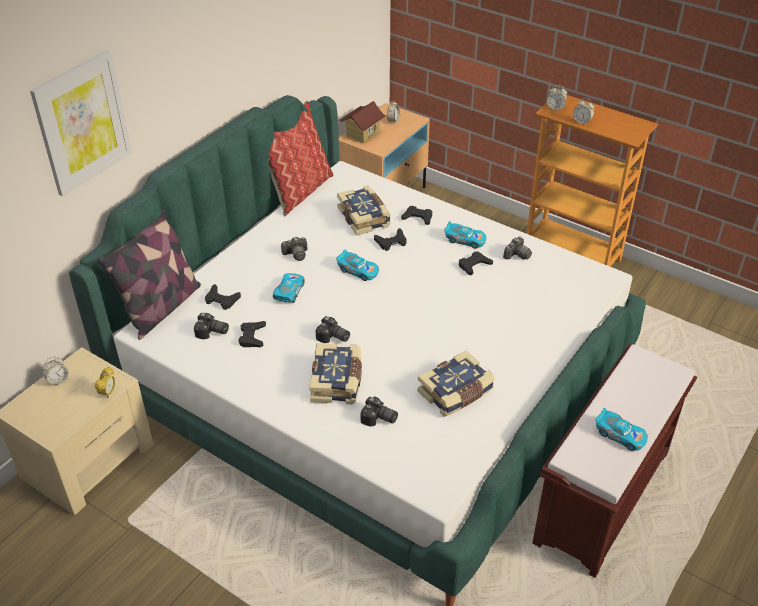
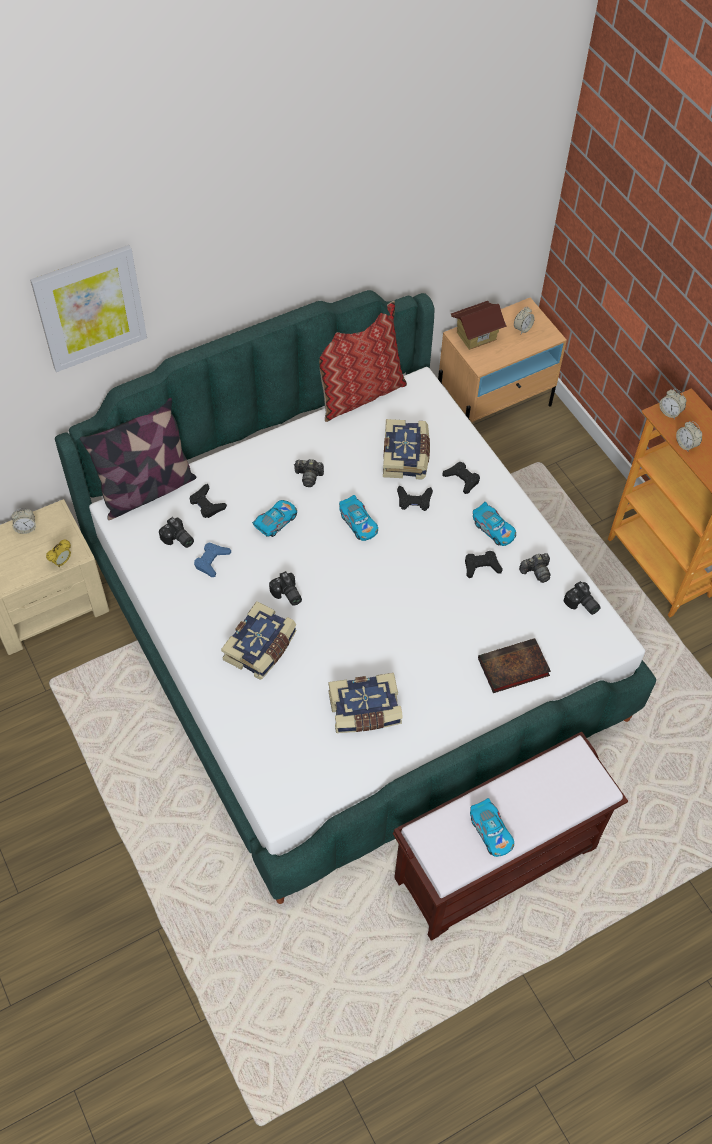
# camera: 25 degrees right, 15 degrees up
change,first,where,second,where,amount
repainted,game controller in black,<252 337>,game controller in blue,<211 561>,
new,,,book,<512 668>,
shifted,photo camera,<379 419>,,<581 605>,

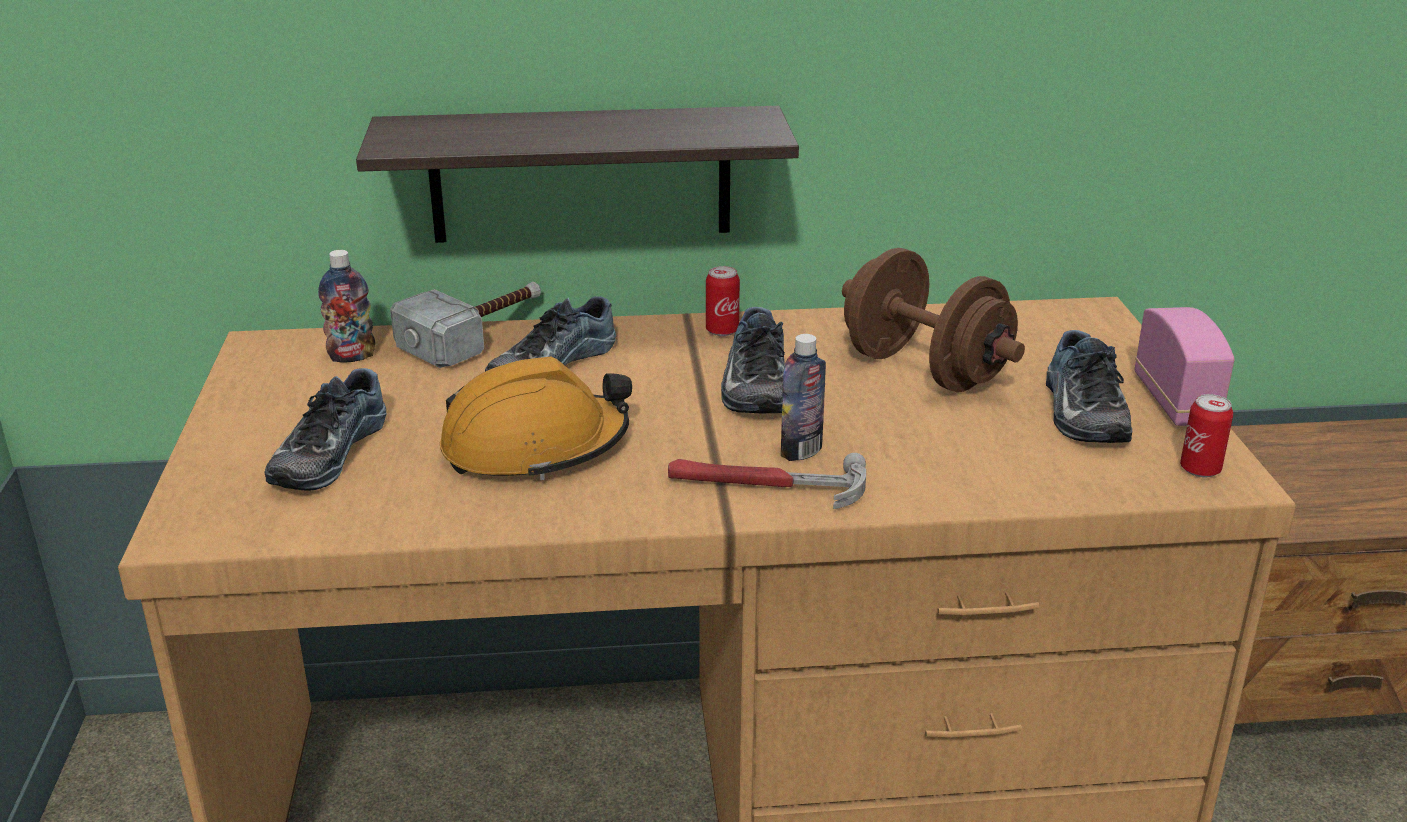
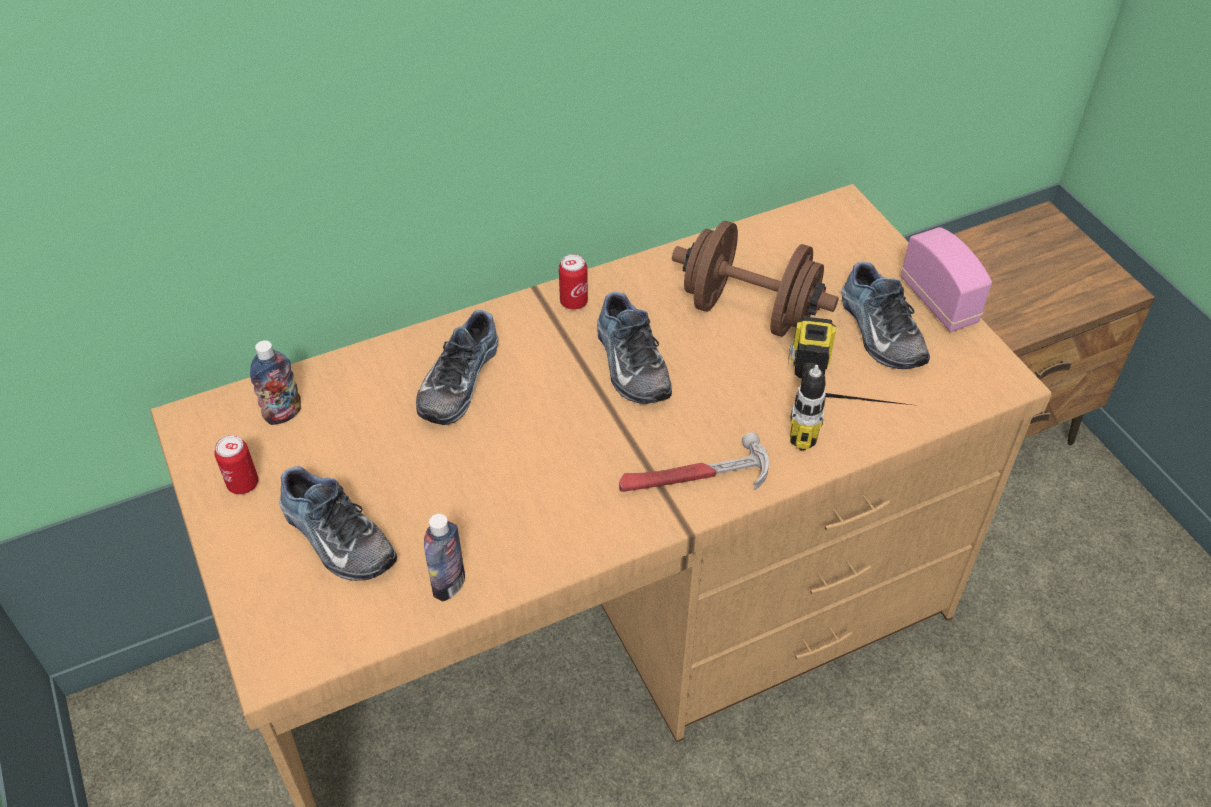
# camera: 20 degrees left, 20 degrees up
change,first,where,second,where,amount
shifted,can,<1200 469>,,<243 484>,
rotated,shoe,<326 453>,,<334 538>,45 degrees counterclockwise
shifted,bottle,<801 451>,,<449 585>,
new,,,power drill,<847 412>,
gone,shelf,<581 174>,,,
gone,hammer,<478 335>,,,
gone,hard hat in orange,<535 447>,,,

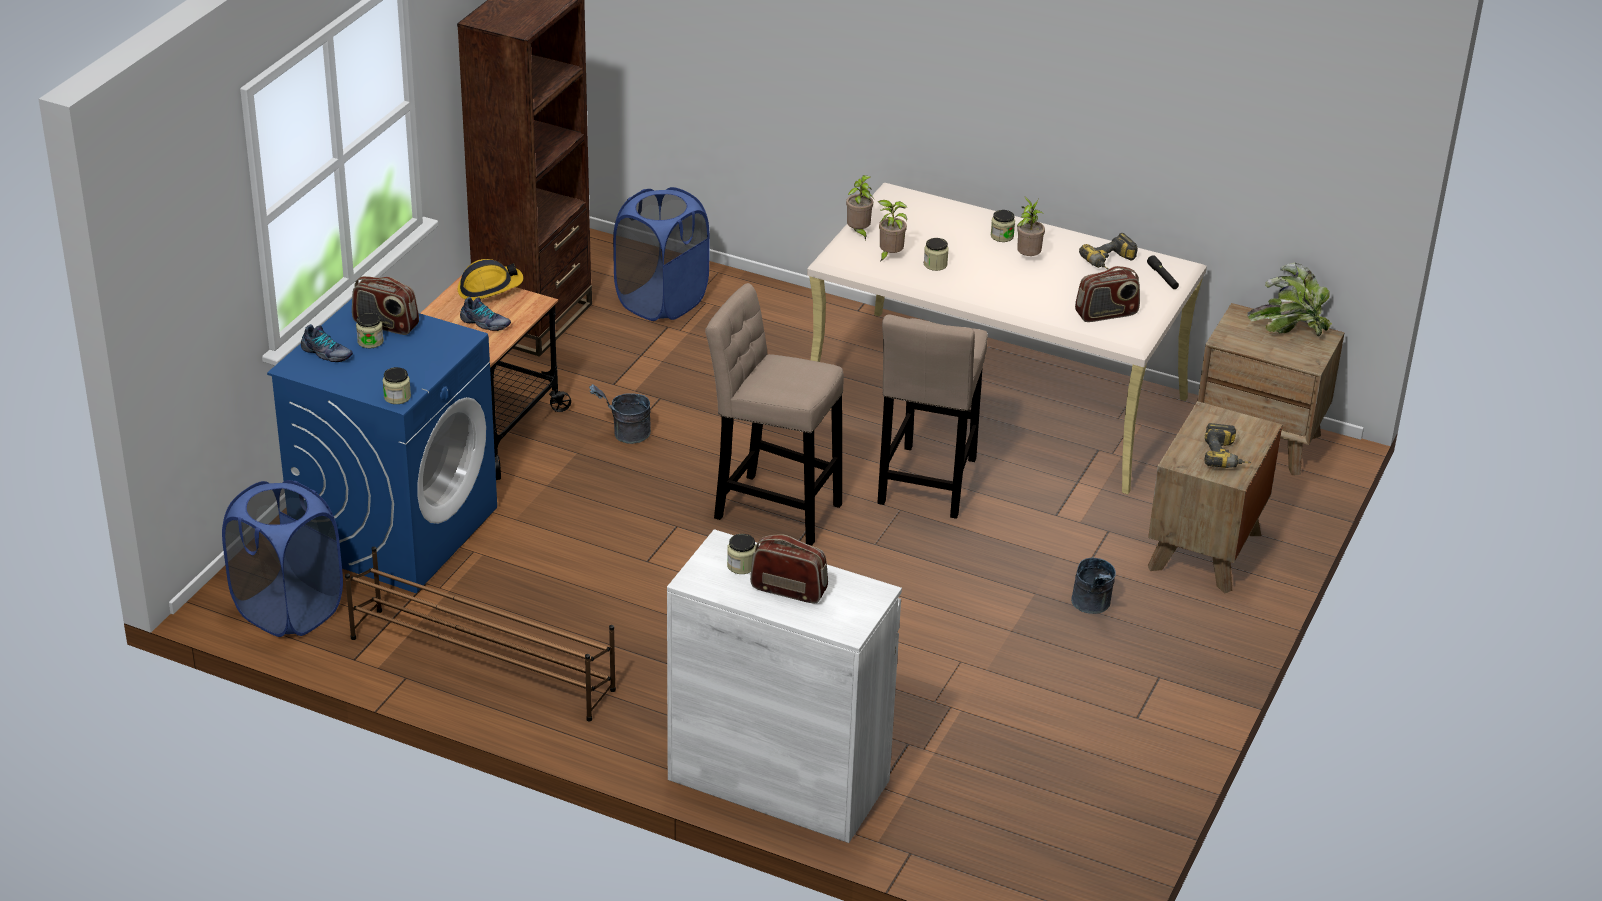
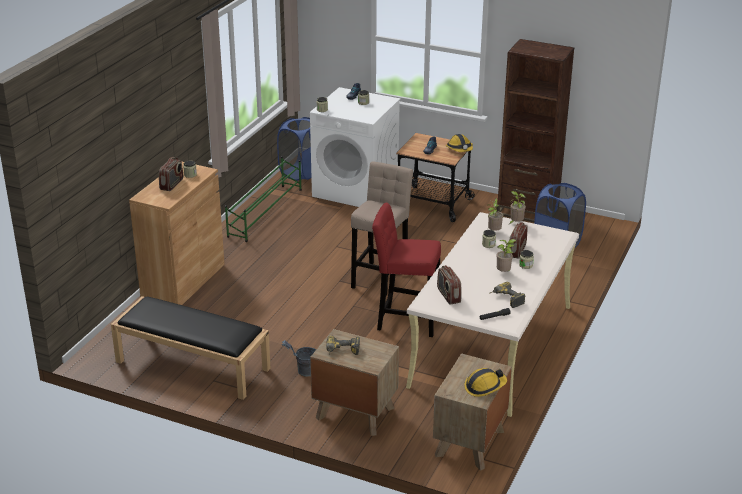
# camera: 90 degrees right, 5 degrees down
change,first,where,second,where,amount
new,,,bench in black,<191 365>,
repainted,cabinet in white,<778 780>,cabinet in brown,<183 280>,
repainted,shoe rack in brown,<481 663>,shoe rack in green,<266 212>,
repainted,washing machine in blue,<395 528>,washing machine in white,<356 189>,
repainted,stool in beige,<926 485>,stool in red,<405 321>,
swapped,potted plant,<1289 329>,hard hat,<484 386>,
shifted,radio,<385 325>,,<517 251>,
gone,bucket in grey,<624 434>,,,

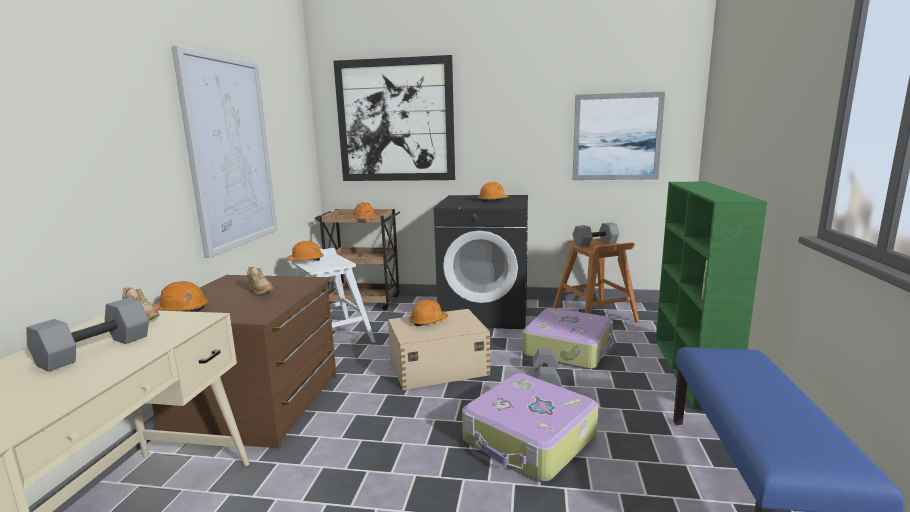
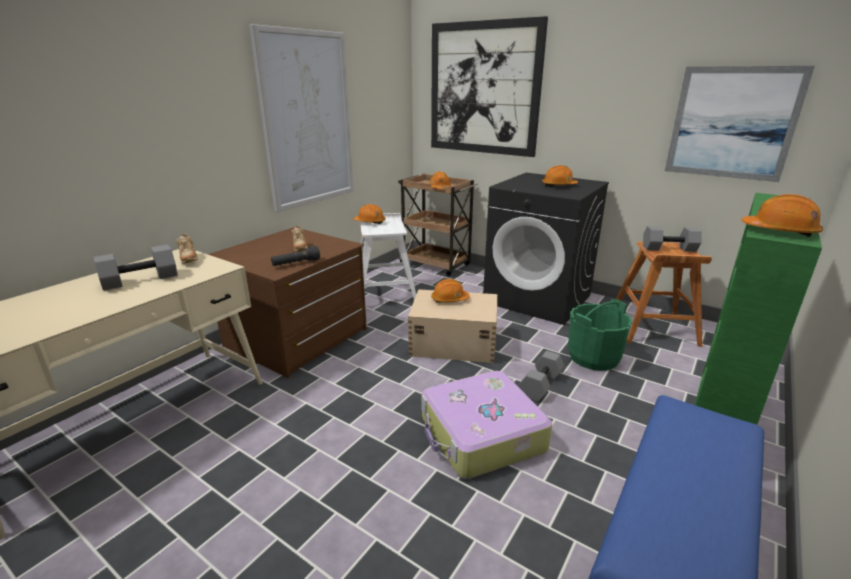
# camera: 25 degrees right, 10 degrees up
change,first,where,second,where,amount
new,,,flashlight in black,<296 263>,
swapped,suitcase,<569 349>,bucket in green,<593 357>,
shifted,hard hat in orange,<182 310>,,<779 231>,

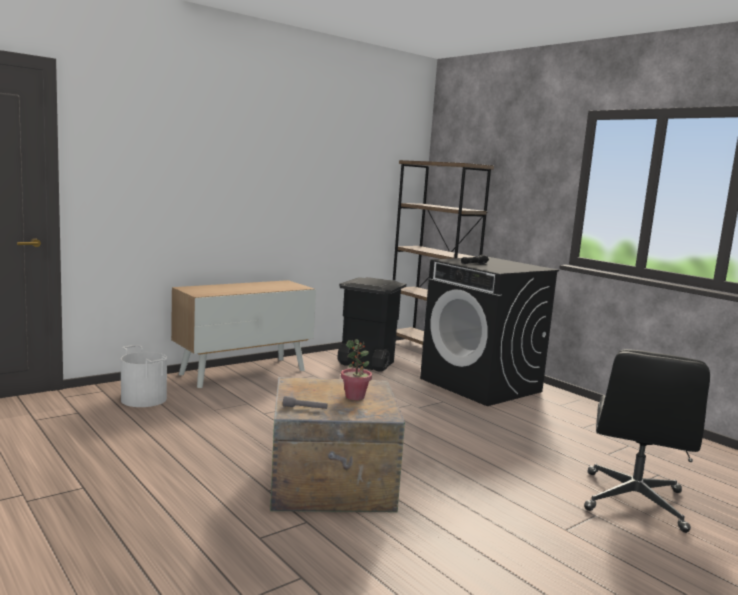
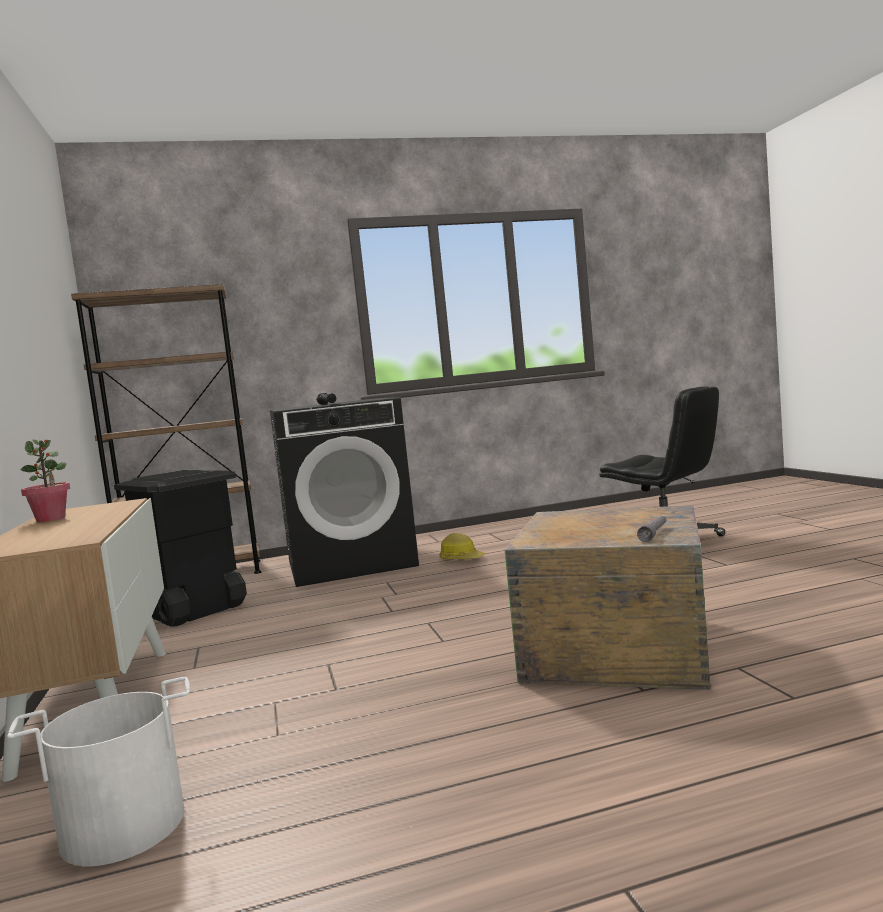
# camera: 65 degrees left, 5 degrees down
change,first,where,second,where,amount
shifted,potted plant,<355 397>,,<51 519>,
new,,,hard hat,<461 559>,

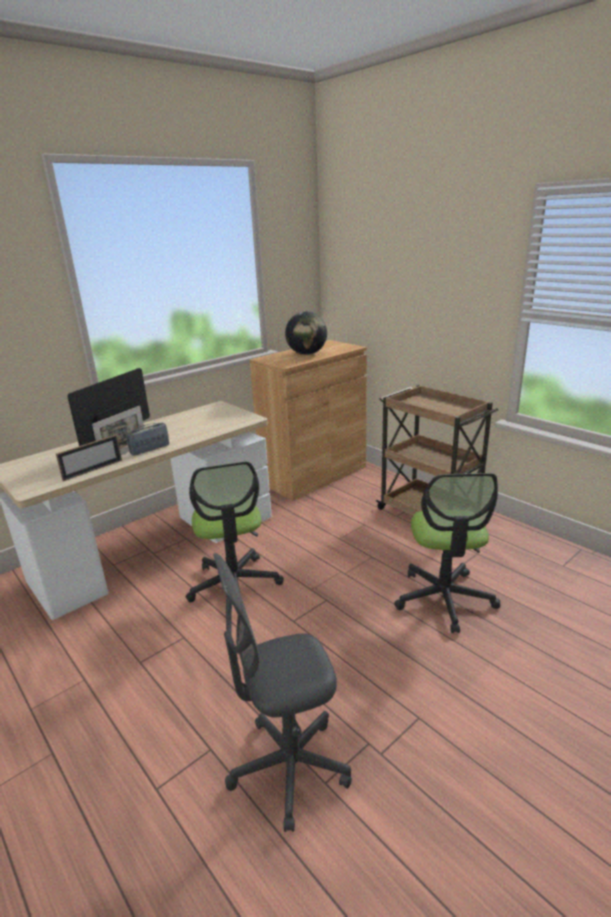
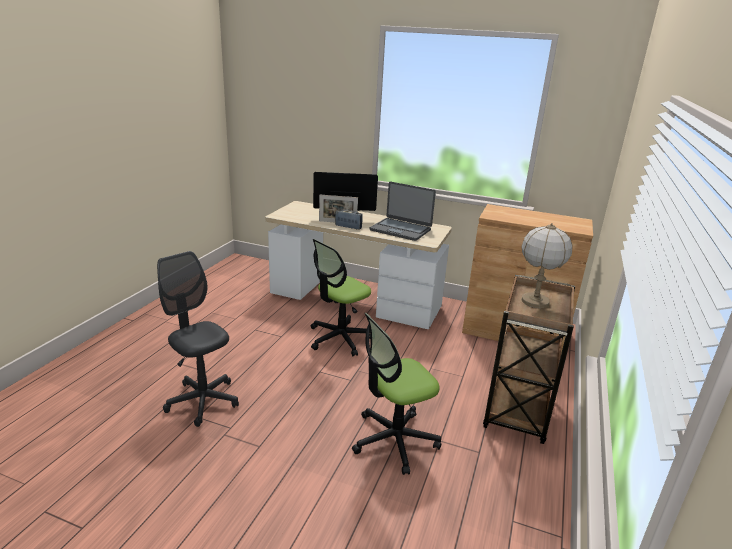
# camera: 60 degrees right, 0 degrees up
change,first,where,second,where,amount
new,,,laptop,<401 230>,
new,,,table lamp,<535 302>,
gone,picture frame,<93 470>,,,
gone,globe,<307 354>,,,

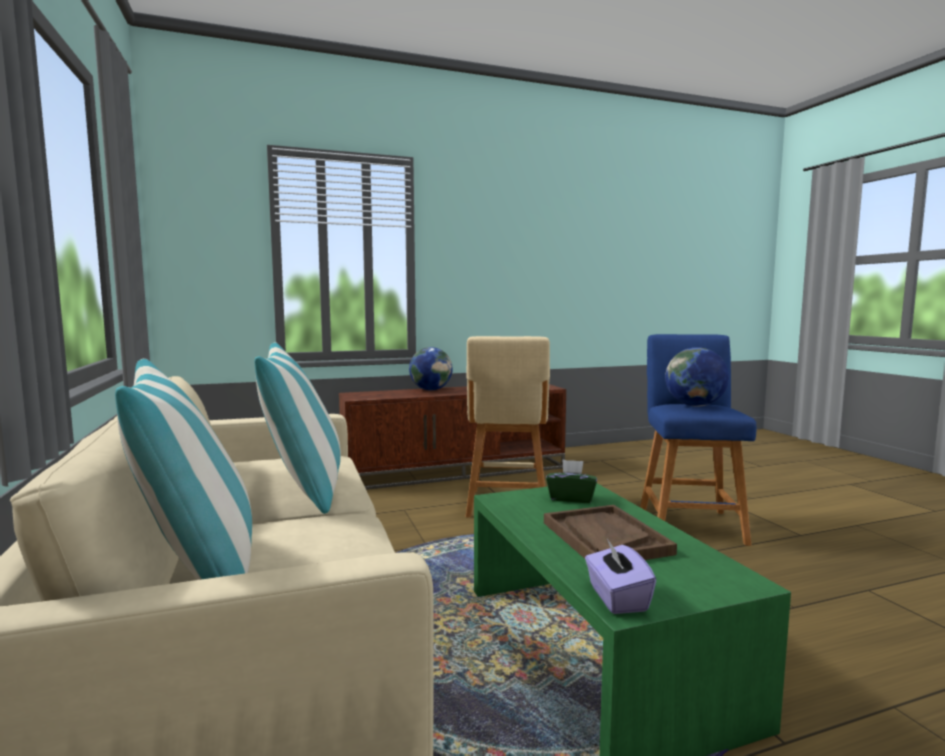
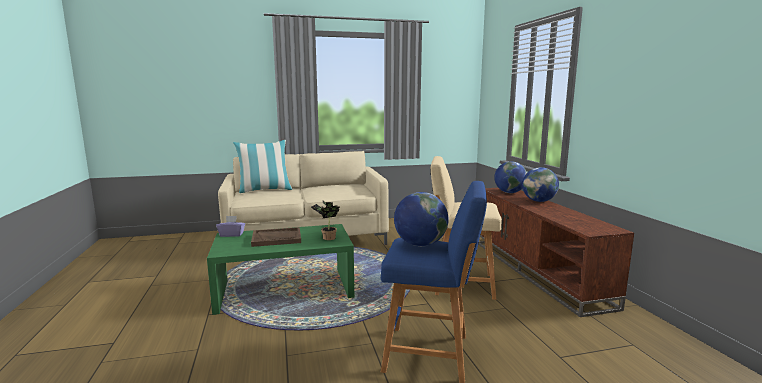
# camera: 95 degrees right, 5 degrees up
change,first,where,second,where,amount
swapped,tissue box in green,<571 498>,potted plant,<327 238>,
new,,,globe,<509 192>,
gone,pillow,<304 491>,,,

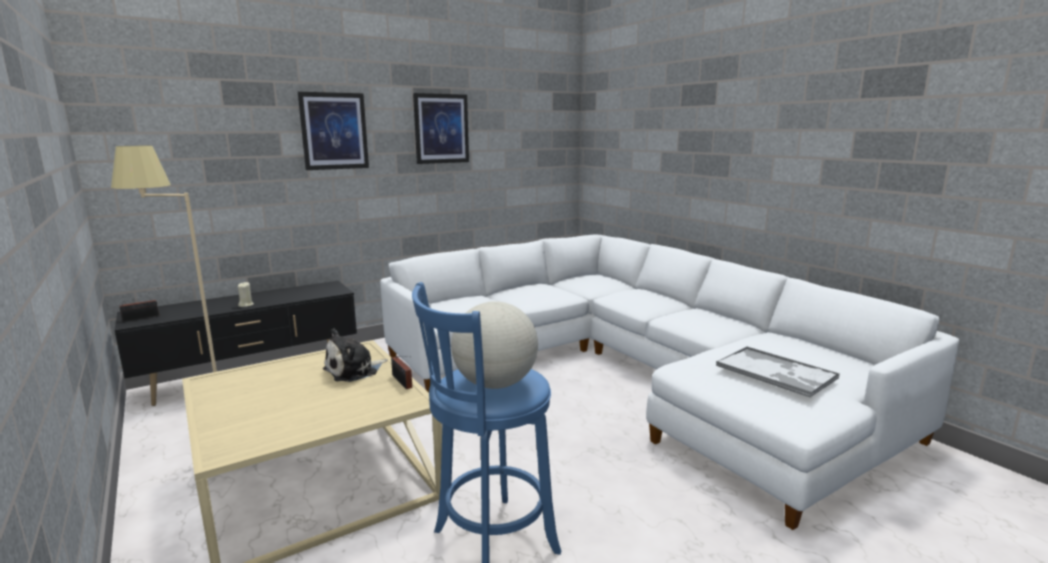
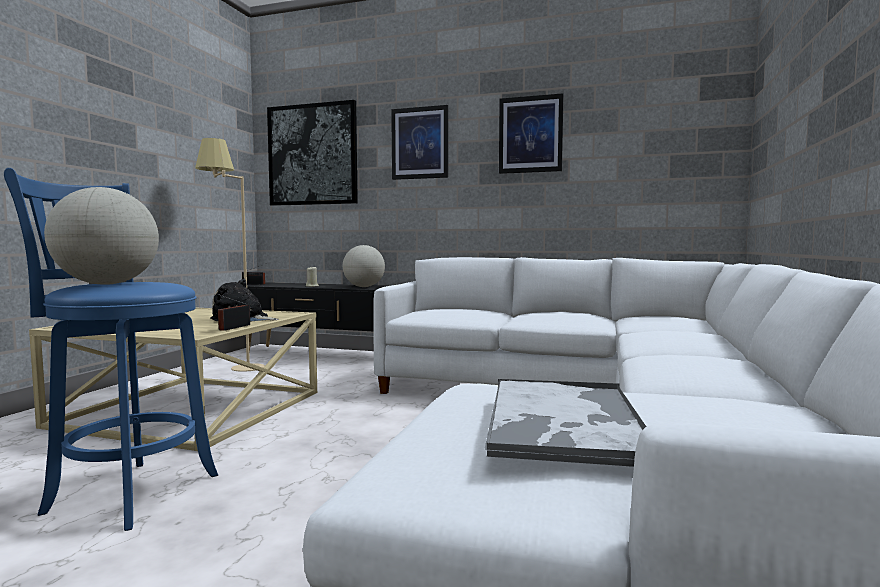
# camera: 50 degrees right, 10 degrees down
change,first,where,second,where,amount
new,,,picture,<312 155>,
new,,,globe,<364 287>,

